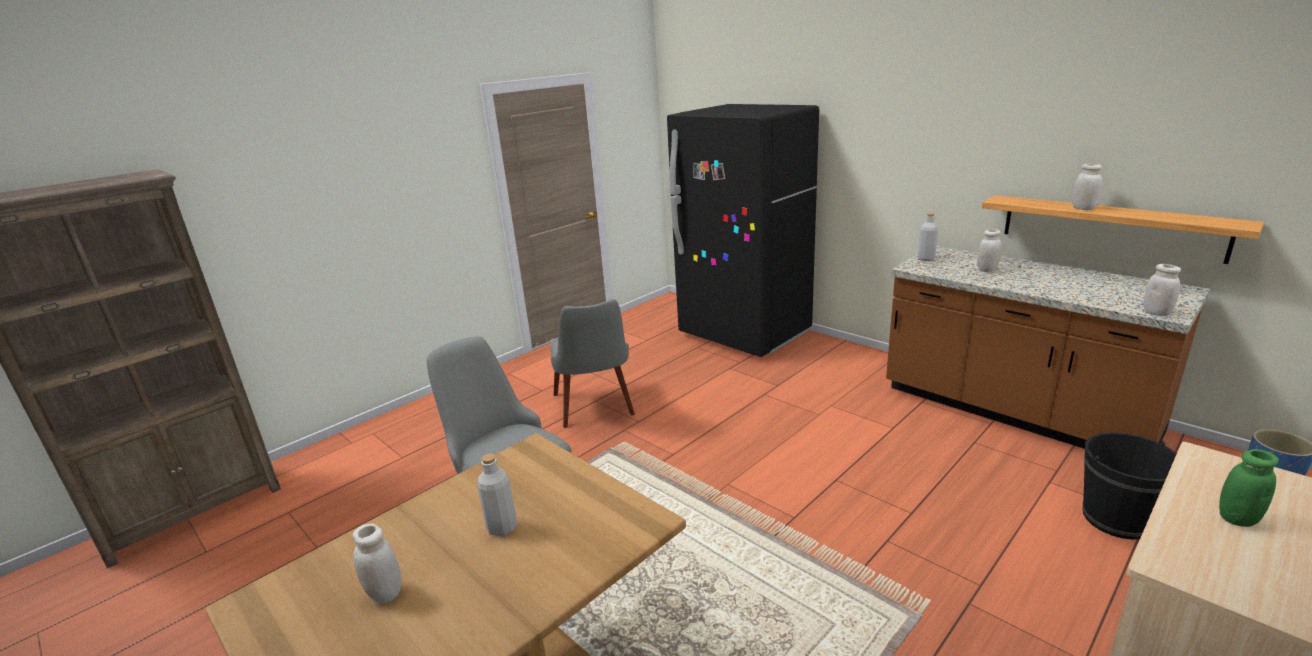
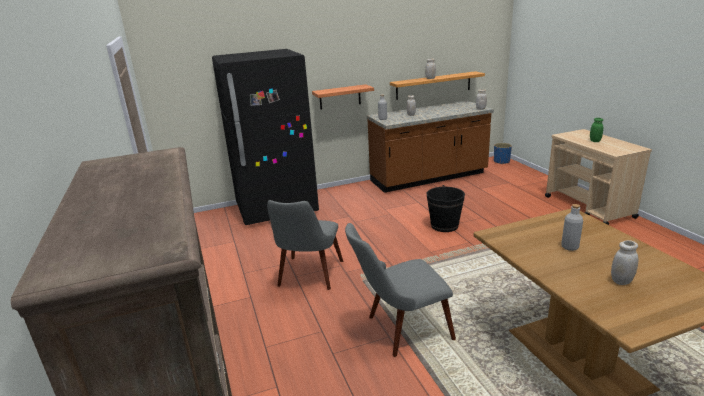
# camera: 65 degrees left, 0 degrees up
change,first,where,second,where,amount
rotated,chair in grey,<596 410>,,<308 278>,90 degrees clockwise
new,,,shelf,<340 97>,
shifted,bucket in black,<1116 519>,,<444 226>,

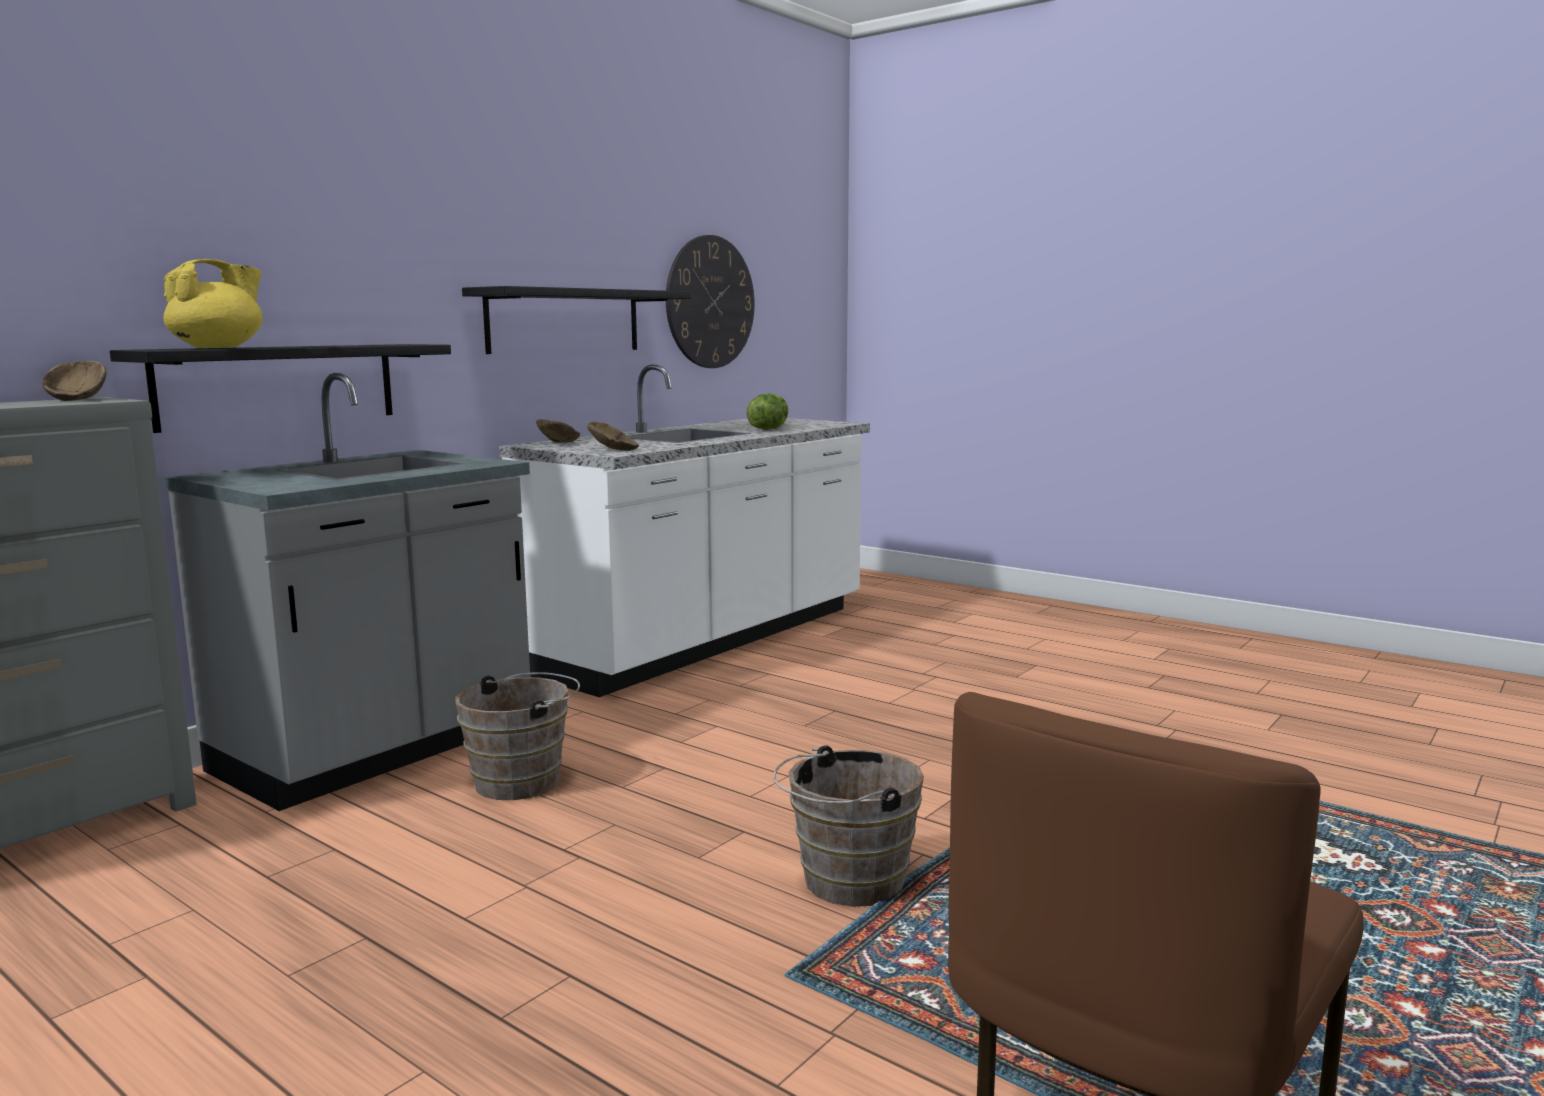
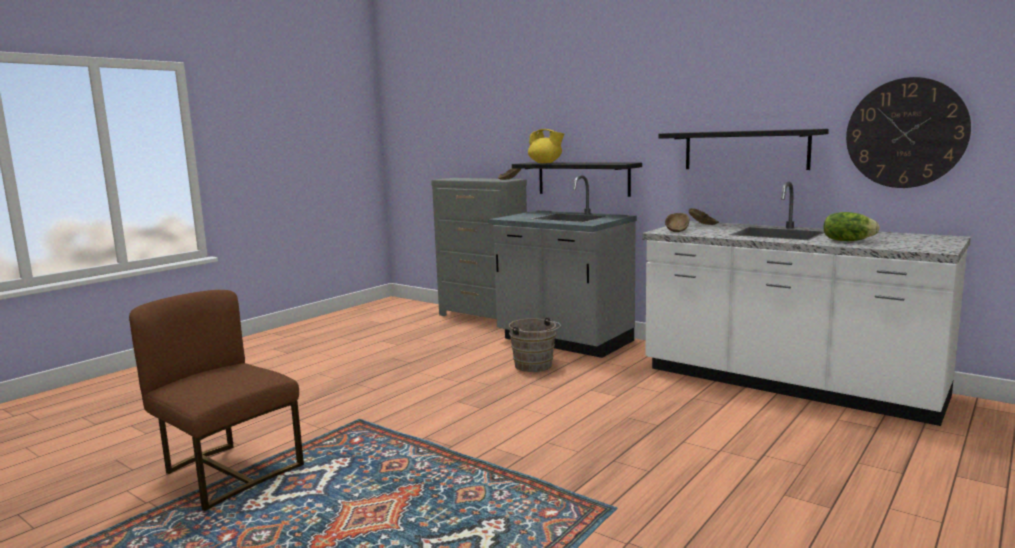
# camera: 90 degrees right, 0 degrees up
change,first,where,second,where,amount
gone,bucket in brown,<846 882>,,,

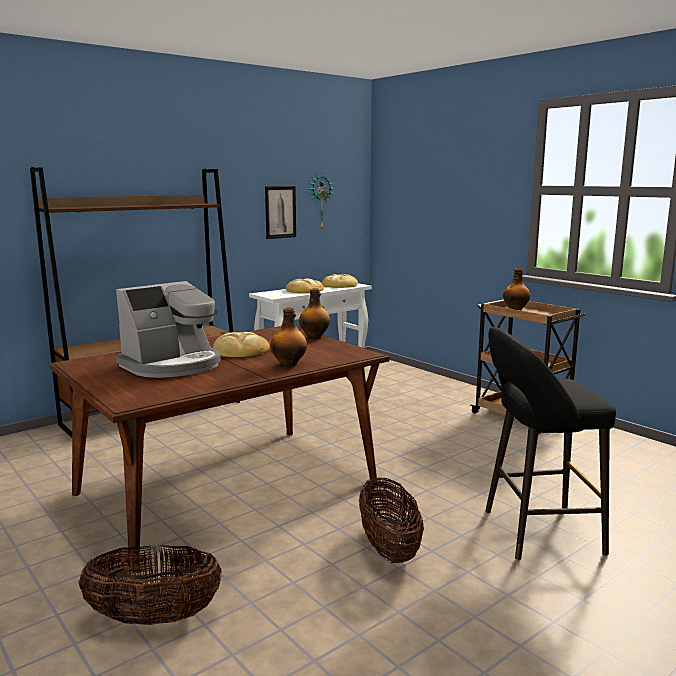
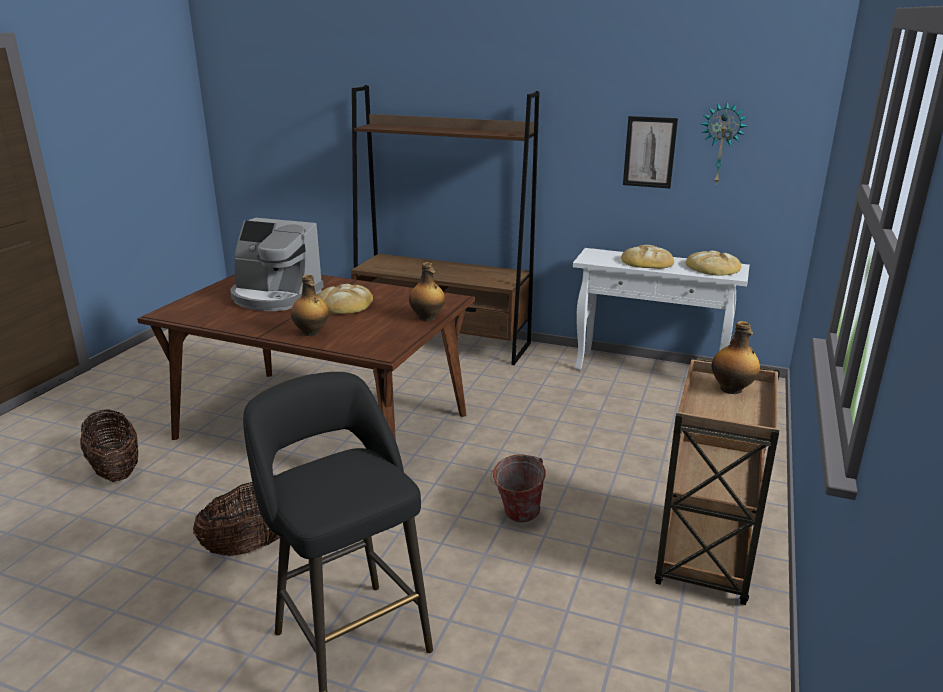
# camera: 60 degrees right, 10 degrees up
change,first,where,second,where,amount
new,,,bucket,<516 516>,

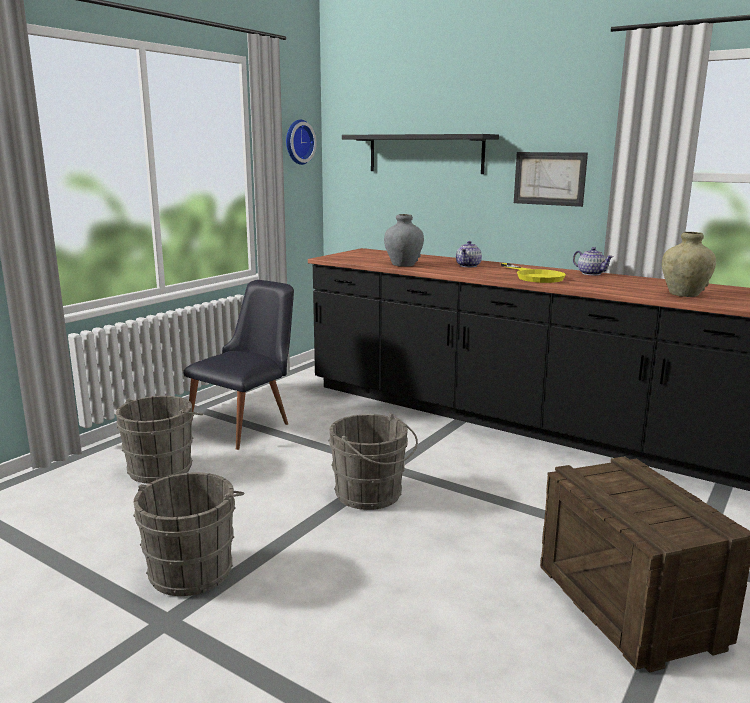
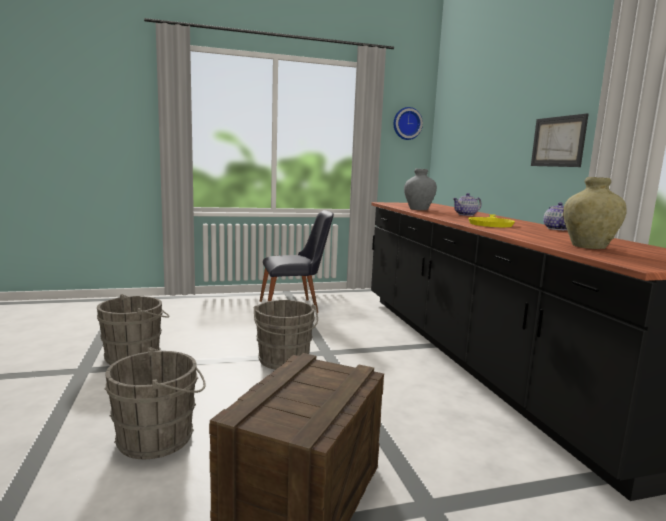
# camera: 40 degrees right, 5 degrees down
change,first,where,second,where,amount
shifted,bucket in grey,<163 468>,,<160 437>,
gone,shelf in black,<425 153>,,,

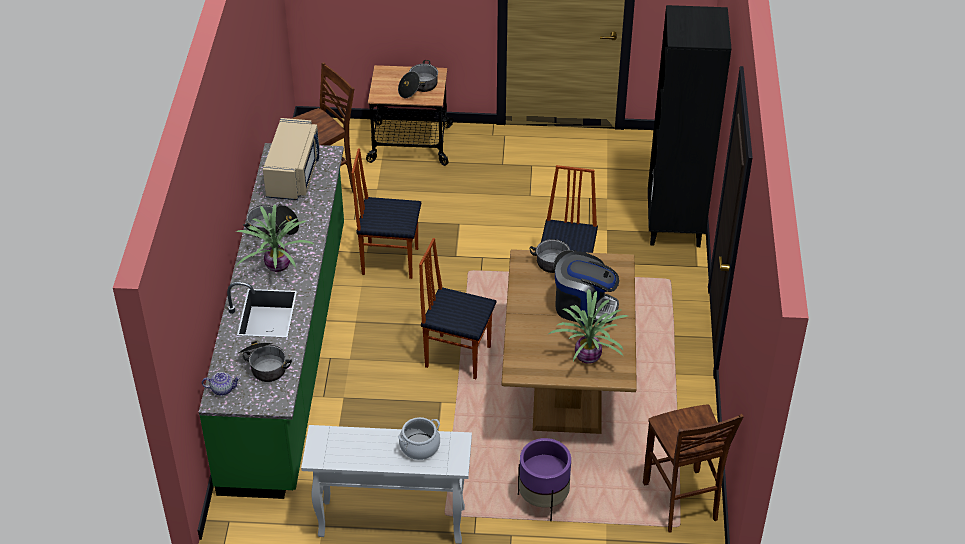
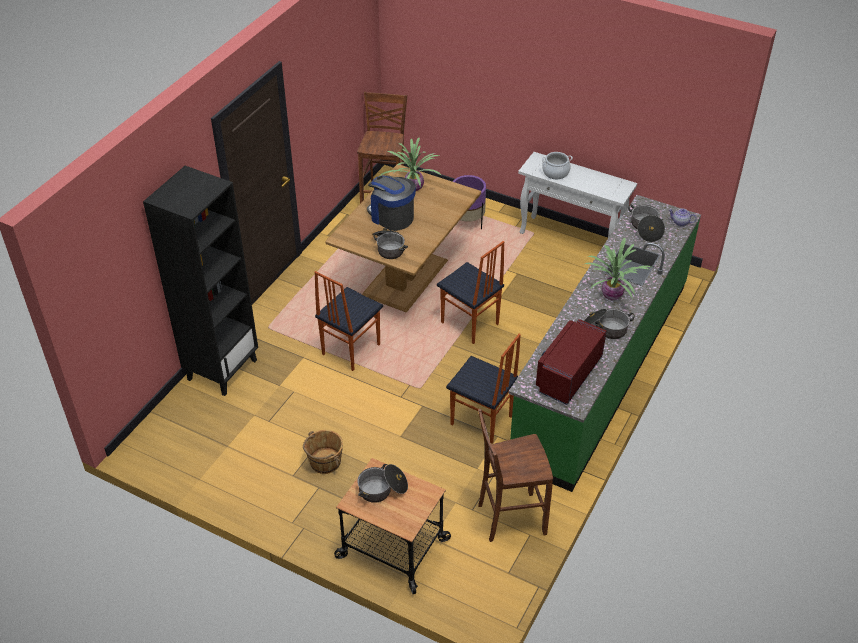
# camera: 155 degrees left, 0 degrees up
change,first,where,second,where,amount
new,,,bucket in brown,<324 462>,
repainted,microwave in beige,<294 175>,microwave in red,<567 374>,

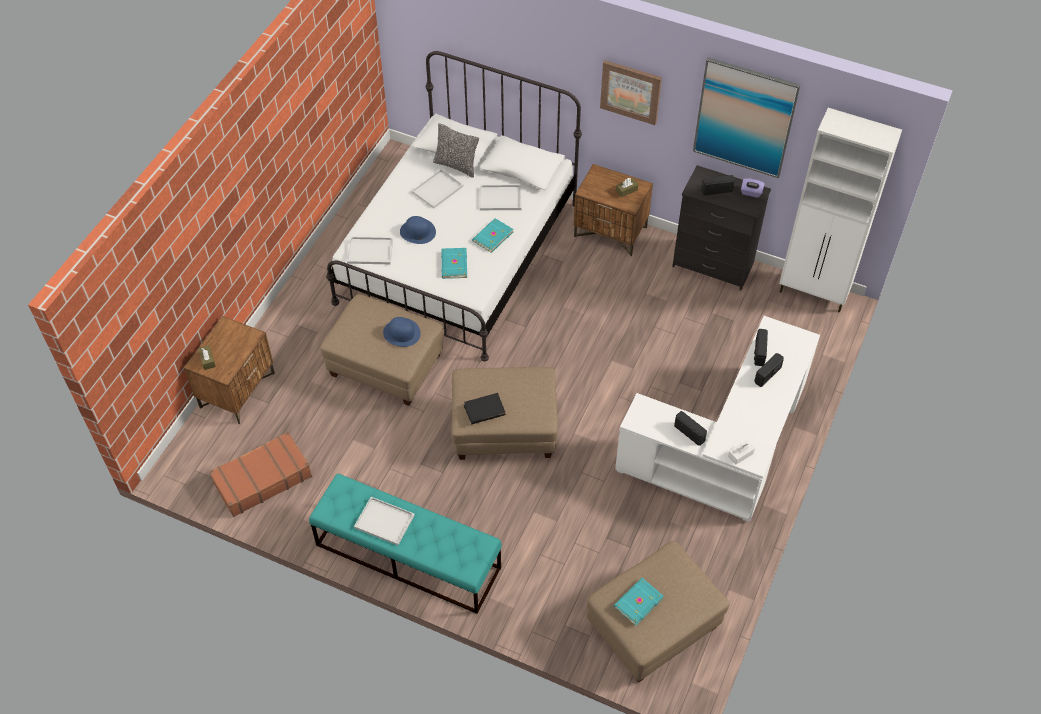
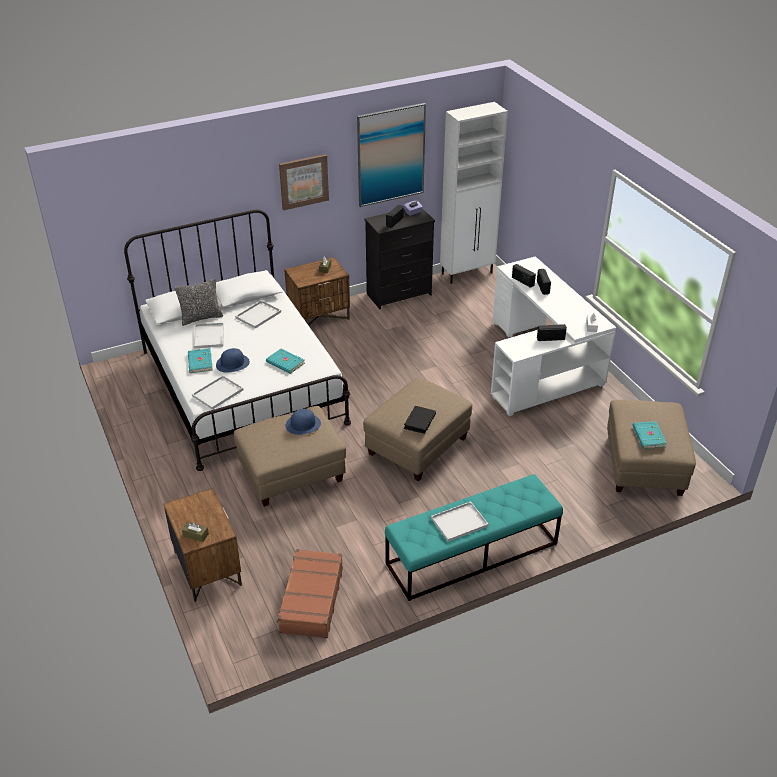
# camera: 50 degrees left, 15 degrees down
change,first,where,second,where,amount
shifted,book in turquoise,<492 236>,,<199 362>,

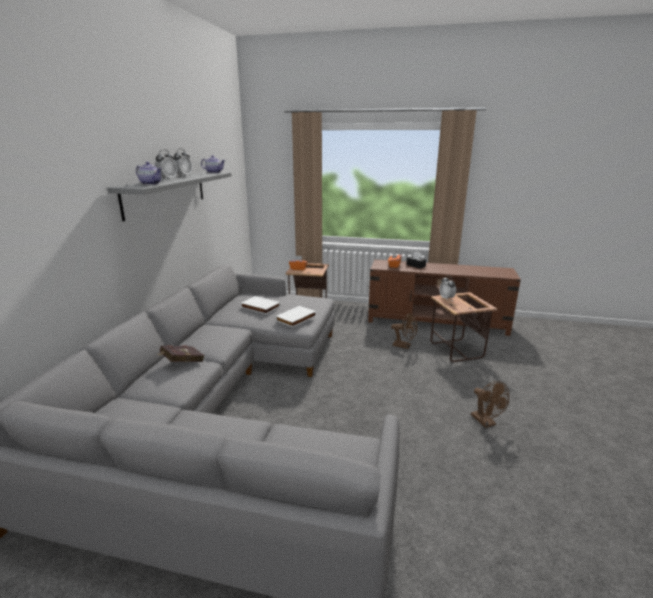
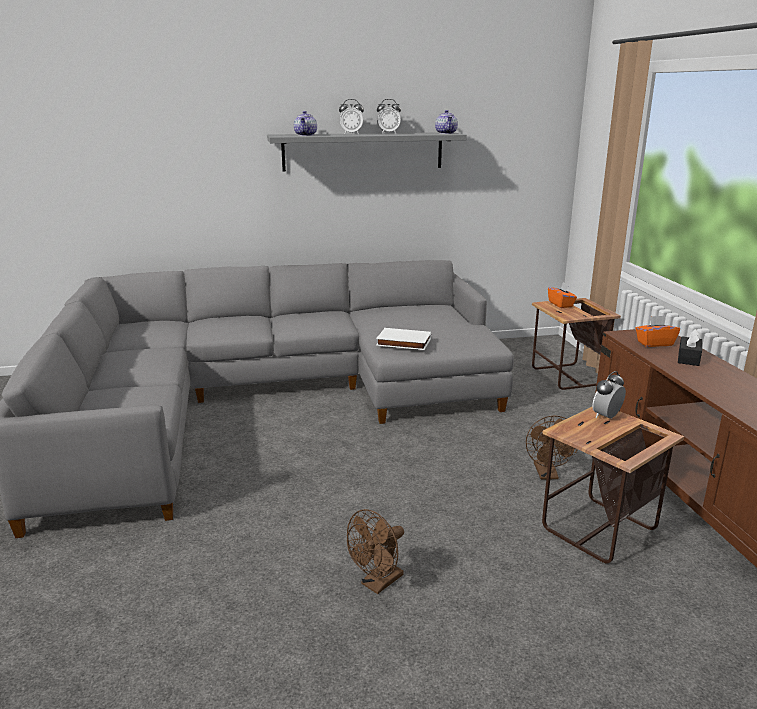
# camera: 65 degrees right, 0 degrees up
change,first,where,second,where,amount
gone,book in red,<181 363>,,,
gone,book in white,<259 307>,,,

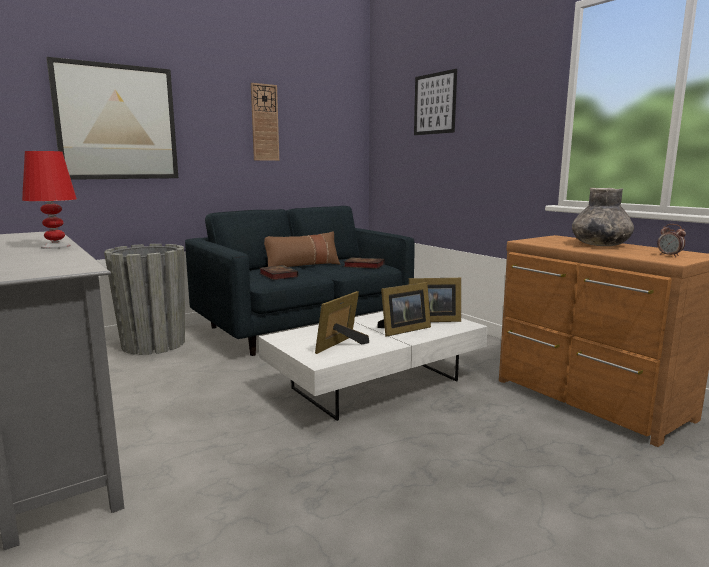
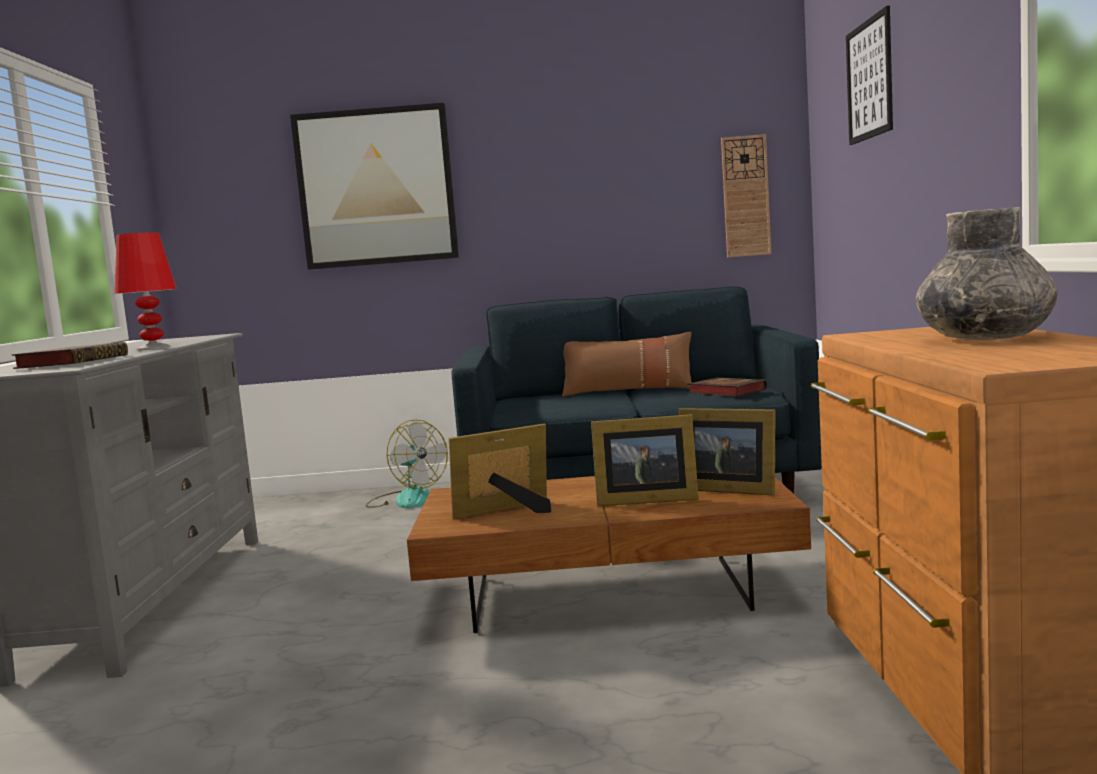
# camera: 35 degrees right, 5 degrees down
change,first,where,second,where,amount
shifted,book,<277 275>,,<74 362>,
swapped,planter in grey,<153 344>,fan,<406 499>,
repainted,coffee table in white,<375 384>,coffee table in brown,<608 592>,
shifted,wall clock,<264 122>,,<745 196>,
gone,alarm clock,<669 255>,,,

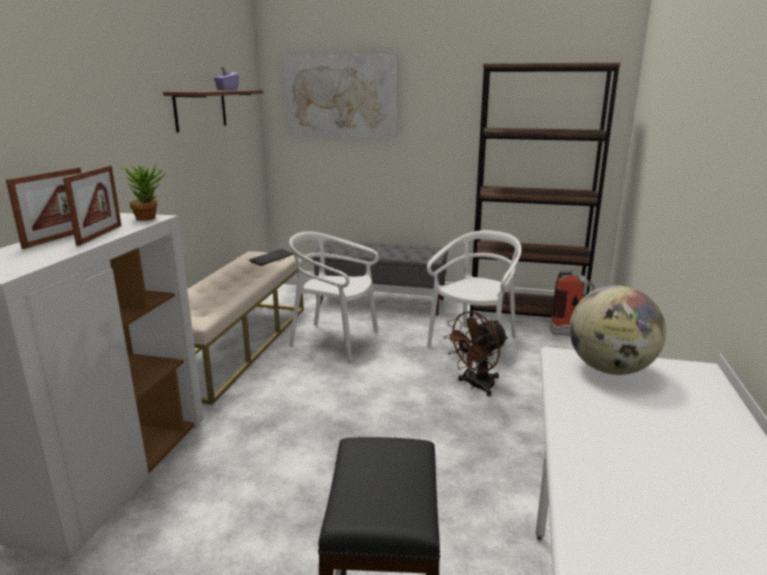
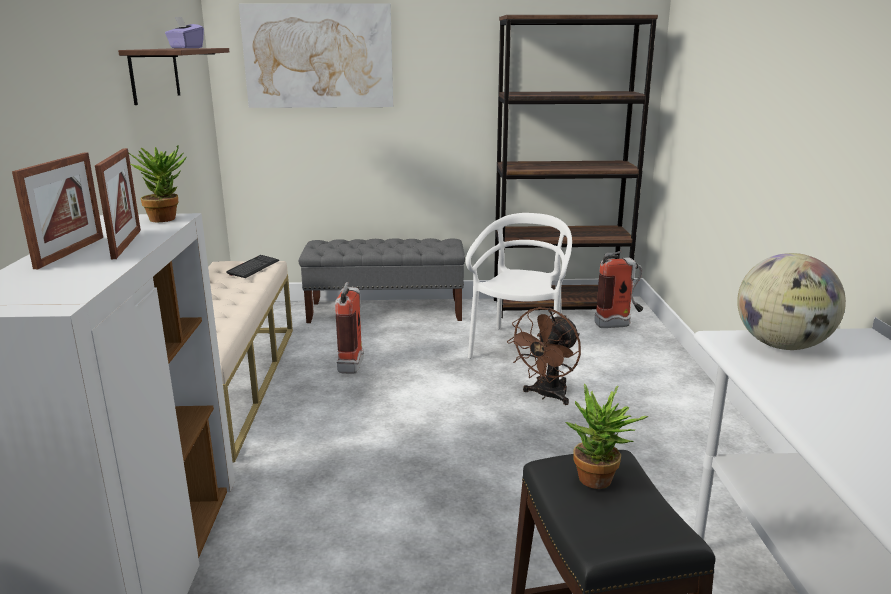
# camera: 15 degrees left, 0 degrees up
change,first,where,second,where,amount
swapped,chair in white,<334 340>,fire extinguisher,<352 363>,
new,,,potted plant,<599 483>,

